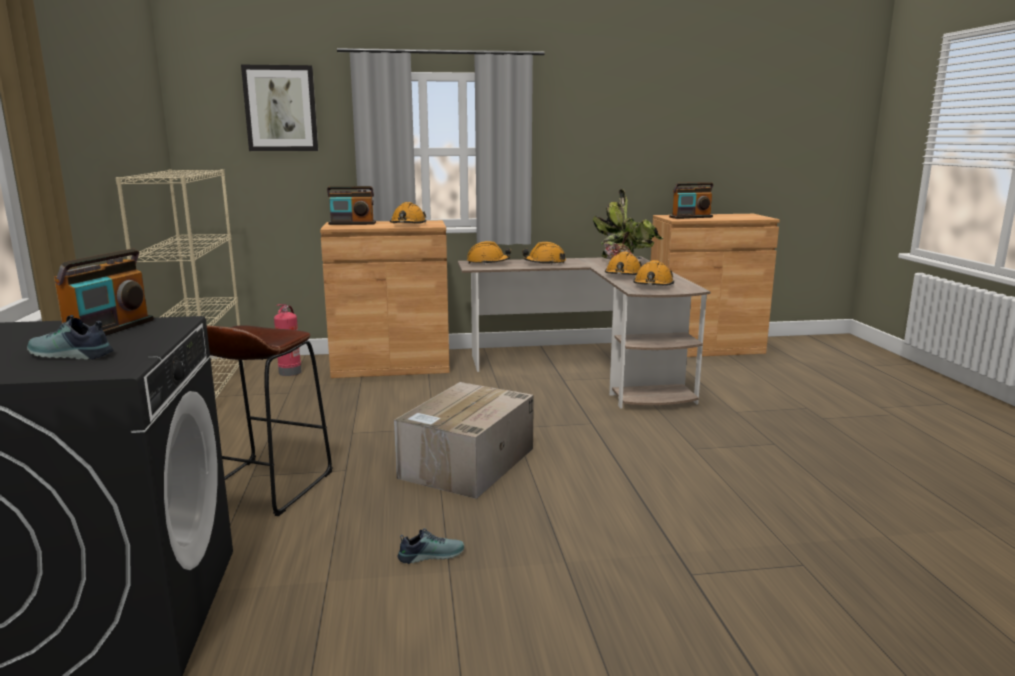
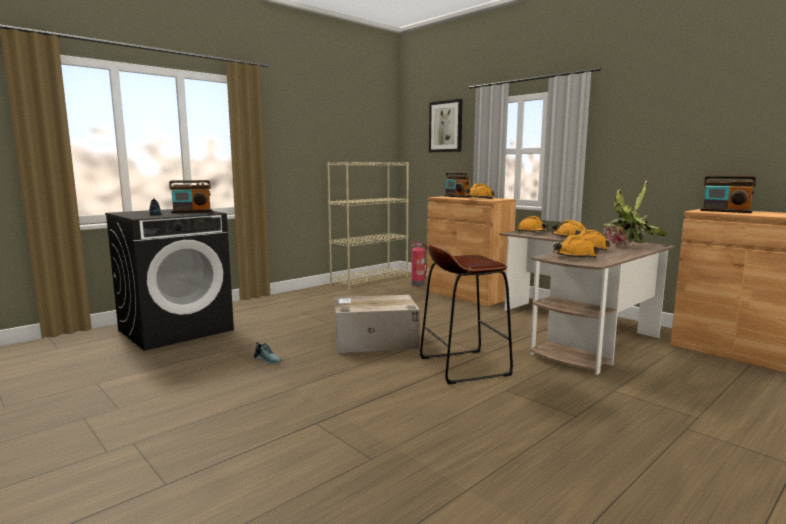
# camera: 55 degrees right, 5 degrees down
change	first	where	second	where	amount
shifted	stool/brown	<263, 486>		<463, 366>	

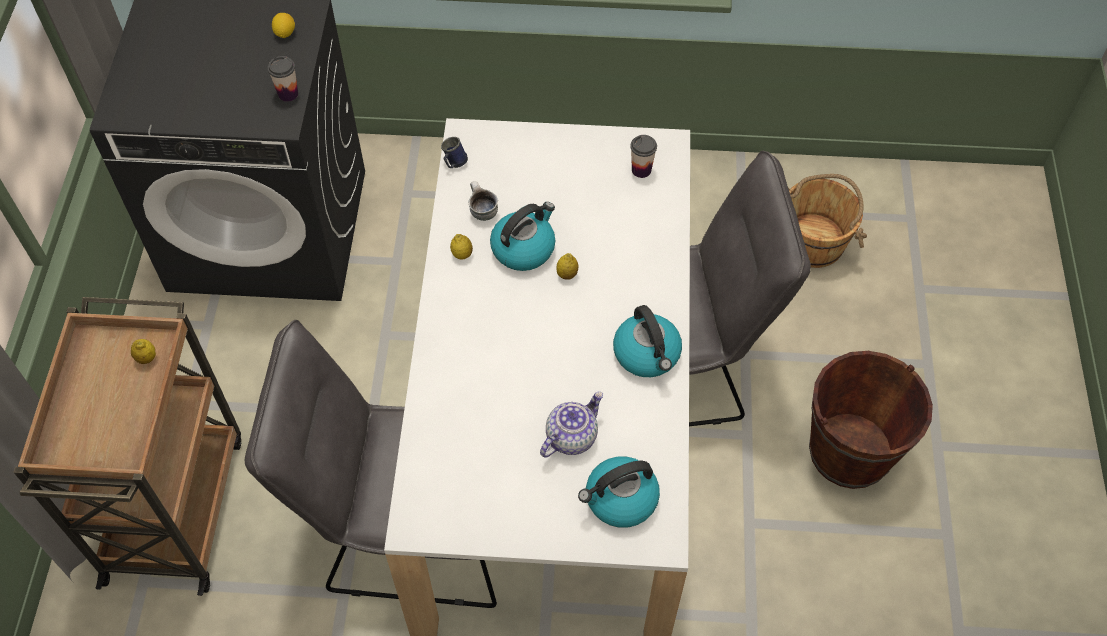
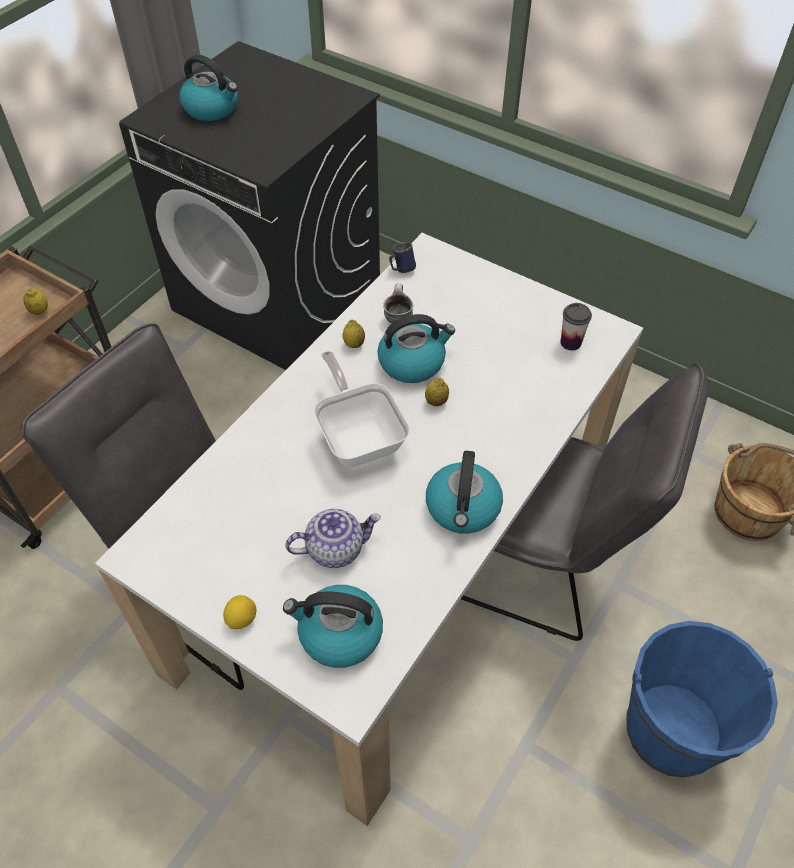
# camera: 30 degrees right, 5 degrees down
change	first	where	second	where	amount
new			kettle	<212, 108>	
shifted	lemon	<285, 33>		<241, 619>	
new			frying pan	<359, 436>	
repainted	bucket/brown	<849, 452>	bucket/blue	<672, 731>	
gone	cup	<288, 94>			

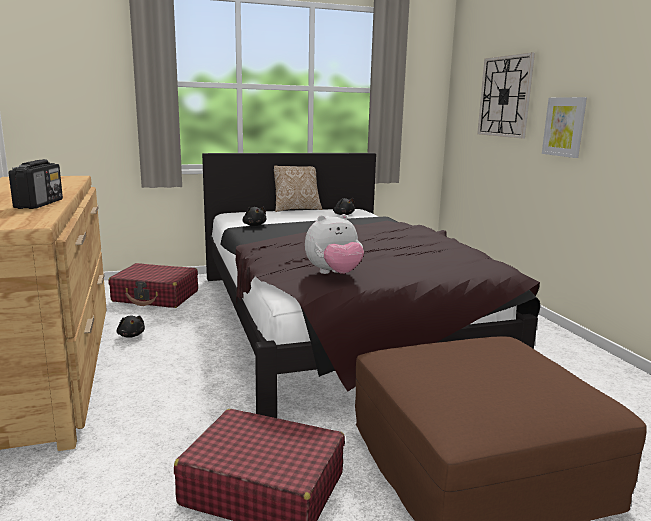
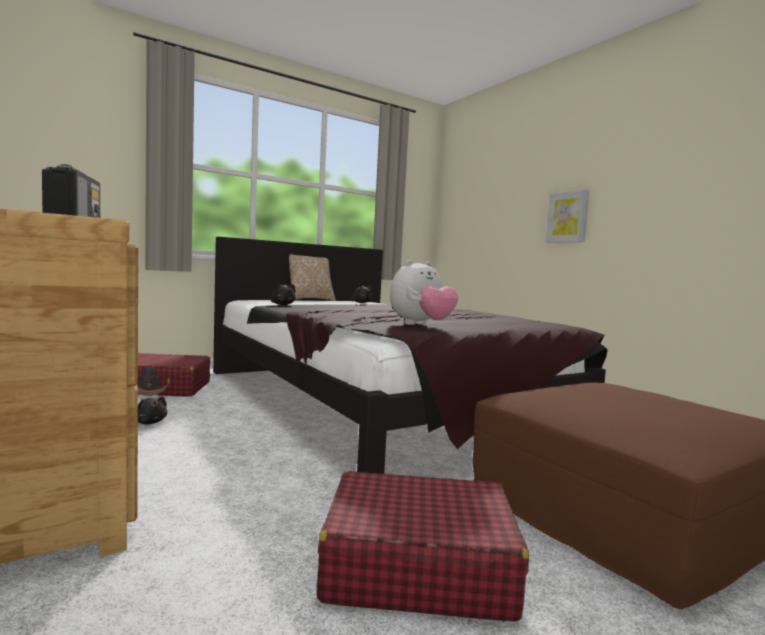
# camera: 15 degrees left, 10 degrees down
change	first	where	second	where	amount
gone	wall clock	<505, 96>			

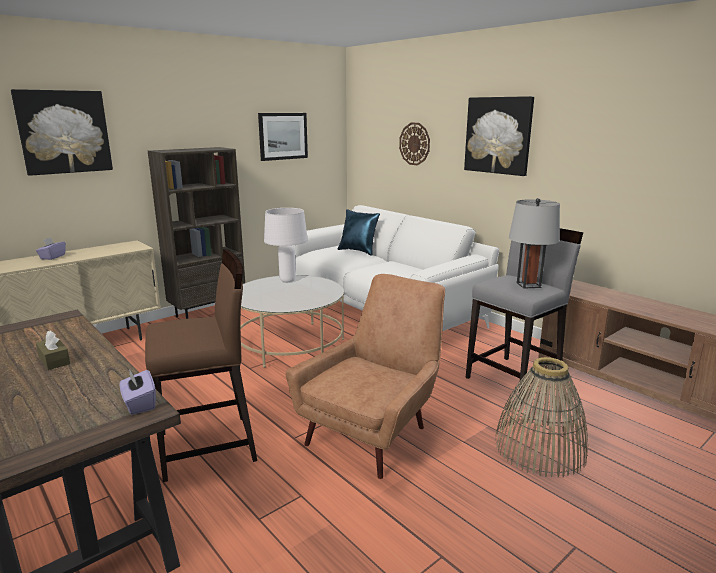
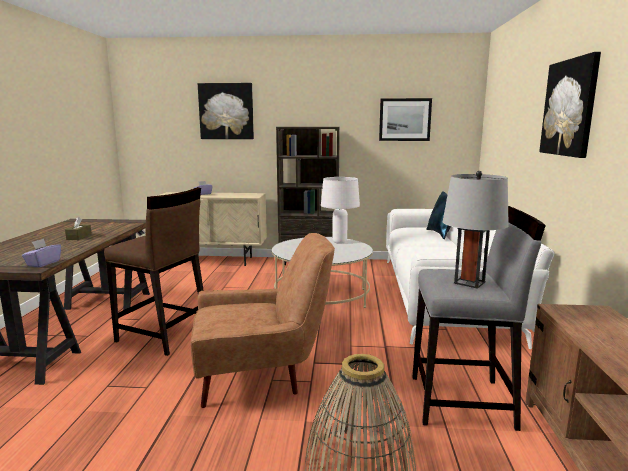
# camera: 45 degrees right, 5 degrees down
change	first	where	second	where	amount
gone	wall clock	<414, 144>			

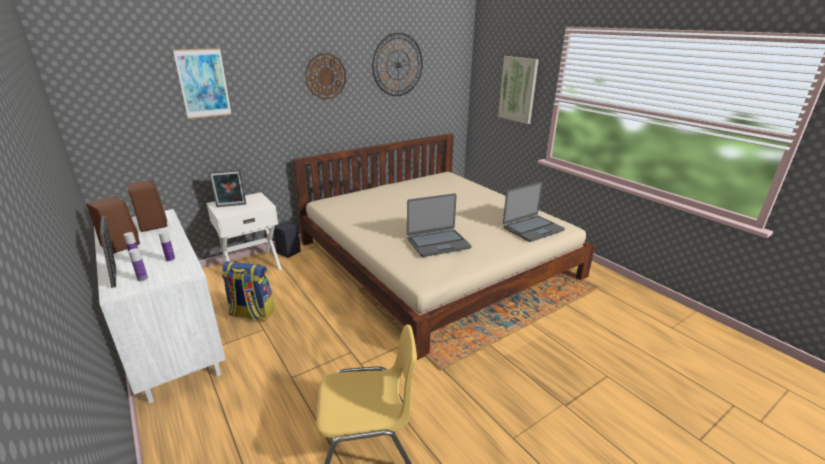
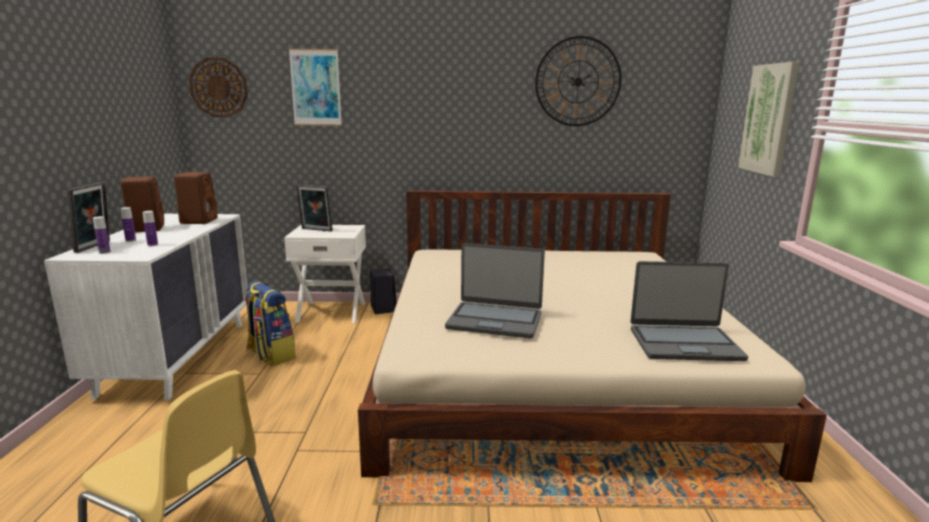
# camera: 35 degrees right, 10 degrees down
change	first	where	second	where	amount
shifted	wall clock	<325, 76>		<219, 87>	

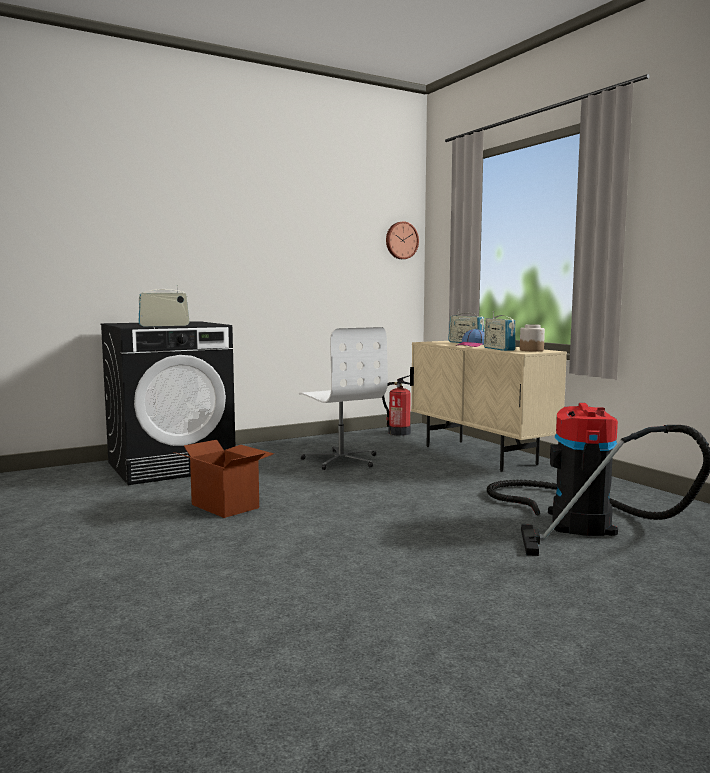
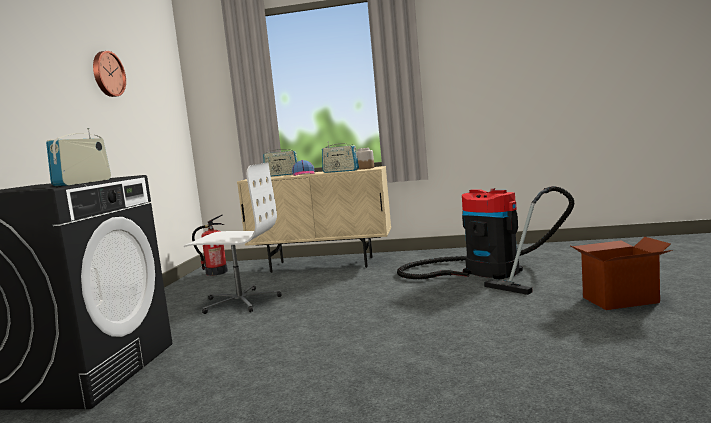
# camera: 50 degrees left, 0 degrees up
change	first	where	second	where	amount
shifted	wall clock	<401, 240>		<107, 74>	
shifted	cardboard box	<226, 506>		<619, 300>	

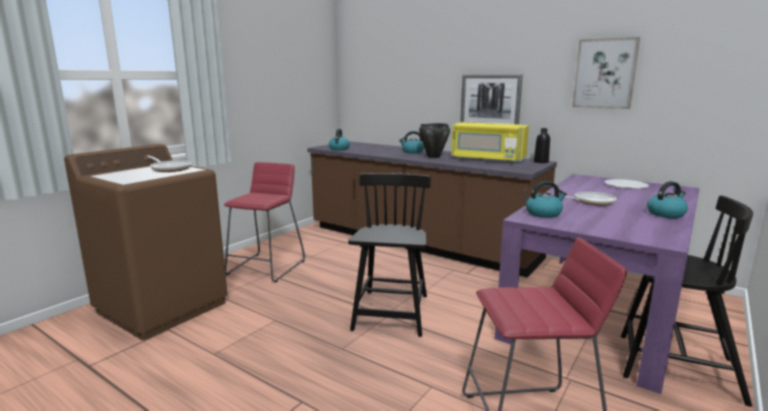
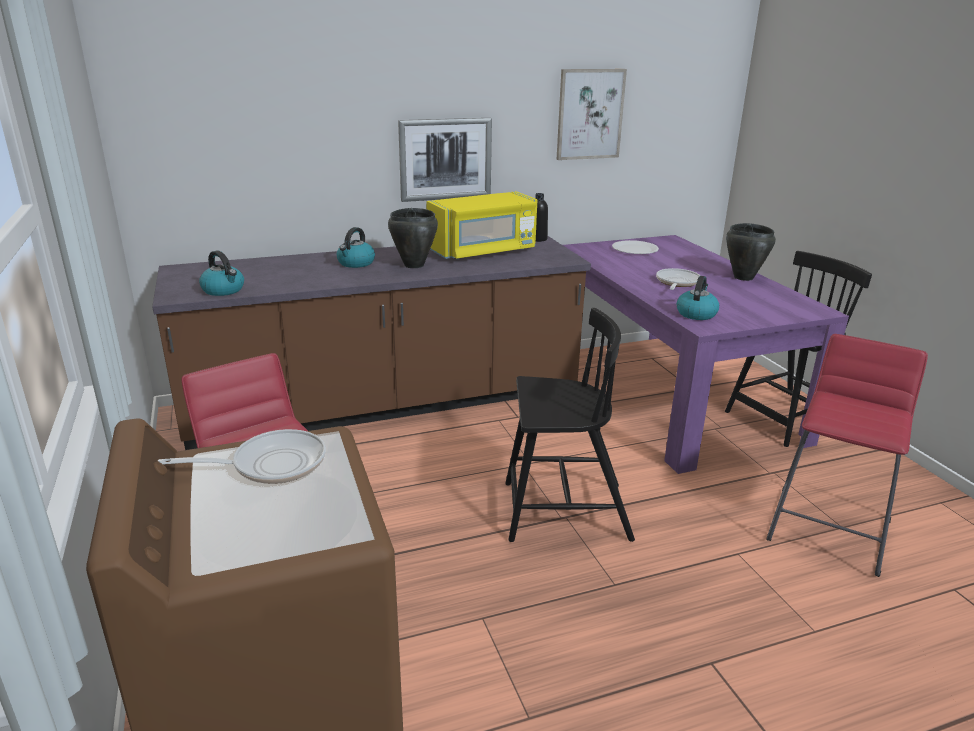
# camera: 55 degrees left, 10 degrees up
change	first	where	second	where	amount
rotated	chair/black	<391, 313>		<563, 511>	135 degrees clockwise
swapped	kettle	<666, 214>	cooking pot/black	<743, 277>	

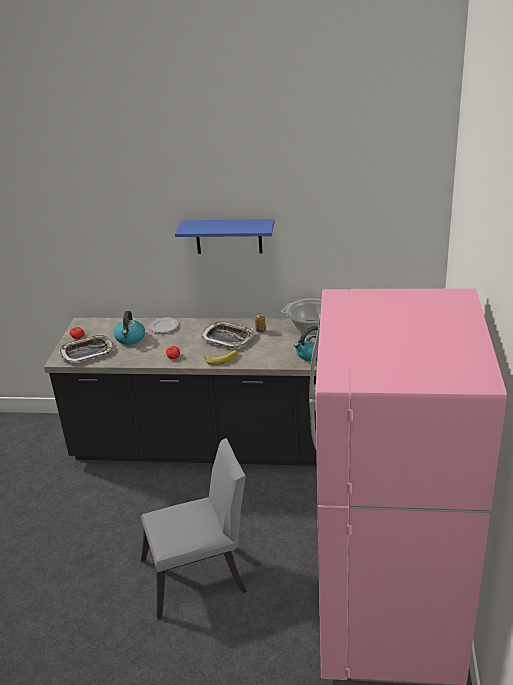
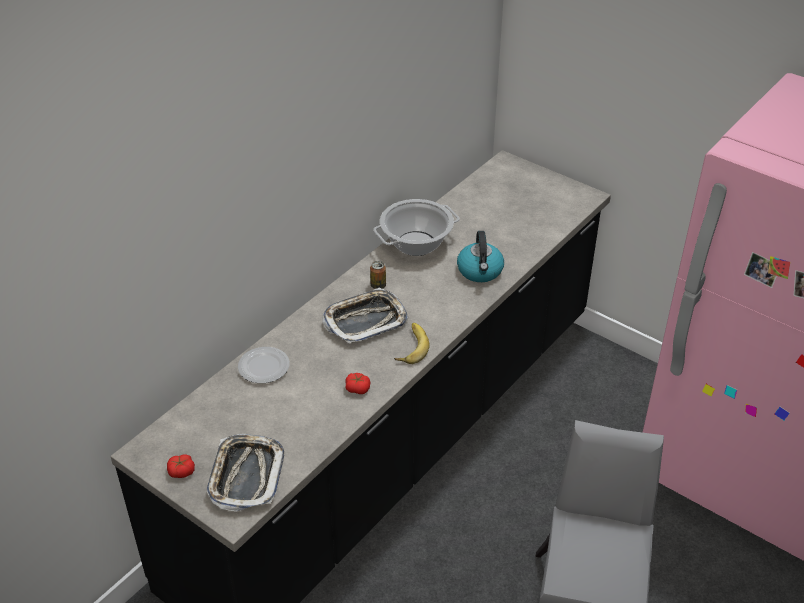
# camera: 60 degrees left, 10 degrees up
change	first	where	second	where	amount
gone	kettle	<130, 338>			
gone	shelf/blue	<228, 236>			

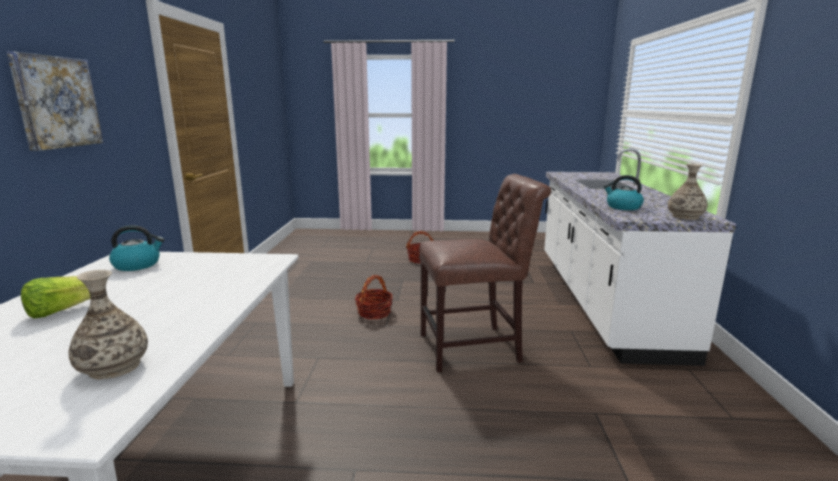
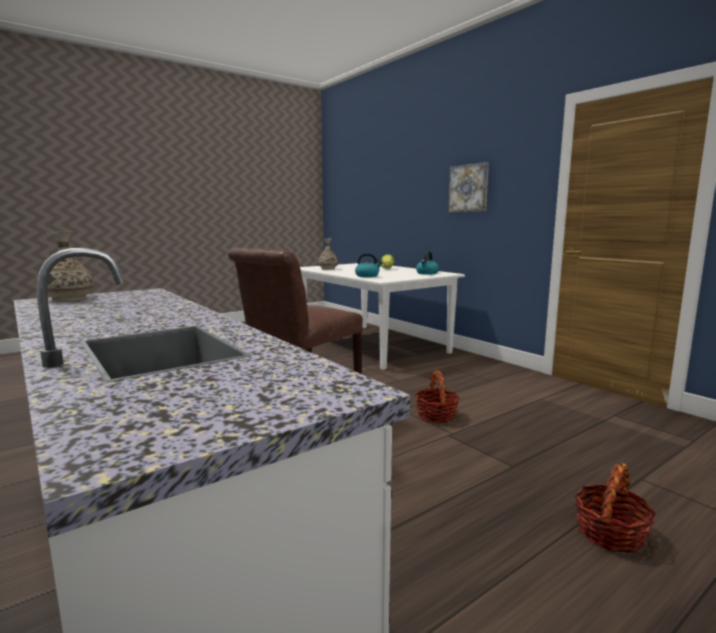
# camera: 140 degrees right, 5 degrees down
change	first	where	second	where	amount
shifted	kettle	<623, 207>		<367, 276>	

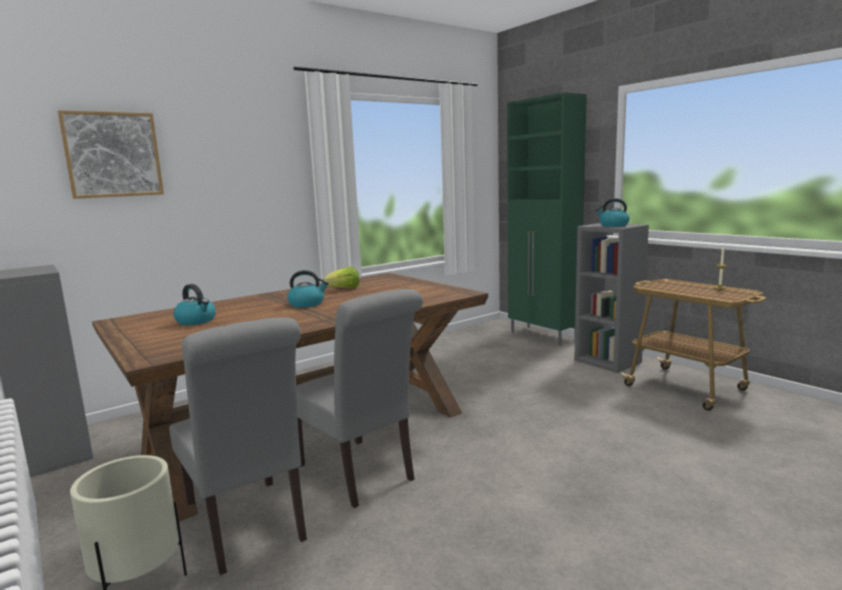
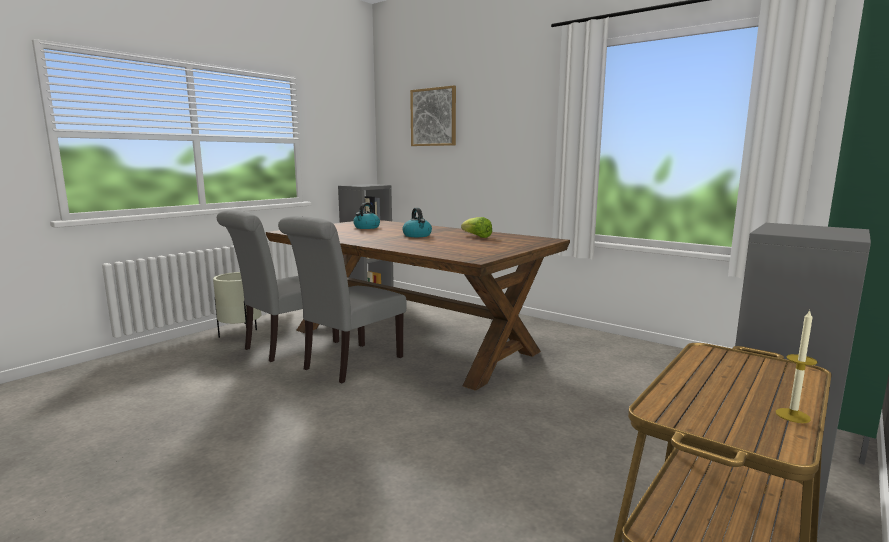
# camera: 75 degrees right, 0 degrees up
change	first	where	second	where	amount
gone	kettle	<613, 225>			

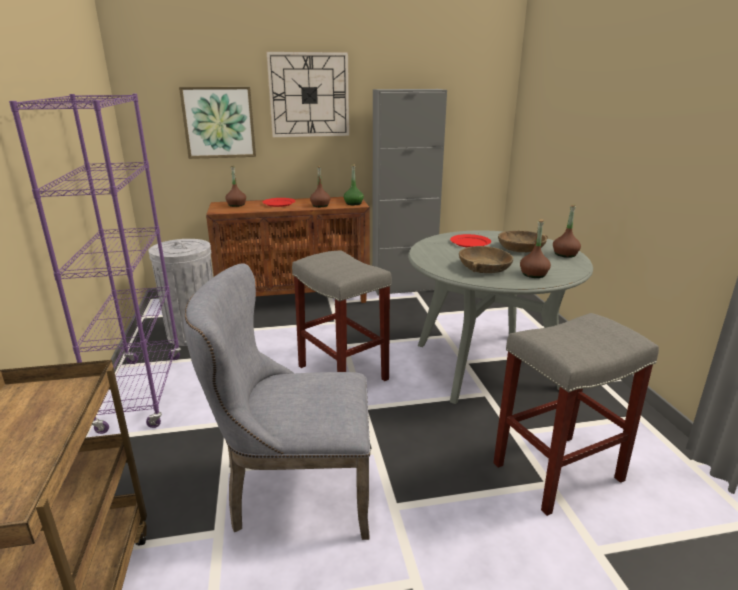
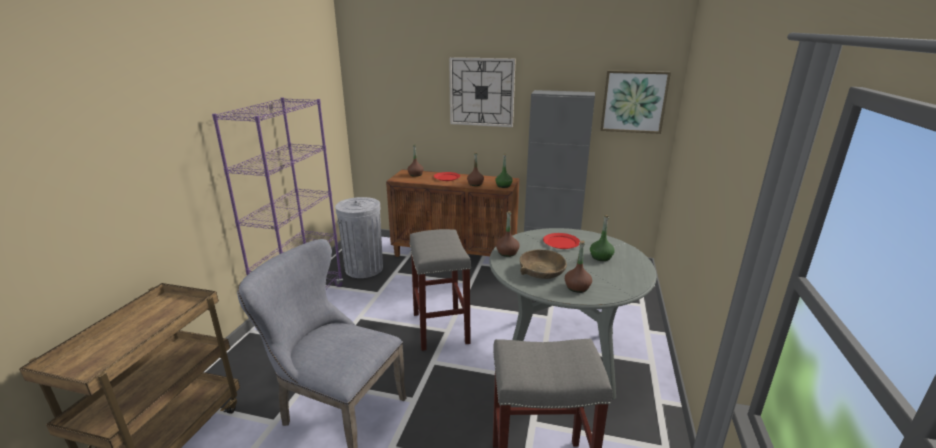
# camera: 25 degrees right, 0 degrees up
change	first	where	second	where	amount
shifted	bottle/brown	<565, 254>		<507, 253>	
swapped	bowl/brown	<521, 248>	bottle/green	<601, 257>	
shifted	picture	<219, 122>		<633, 102>	

